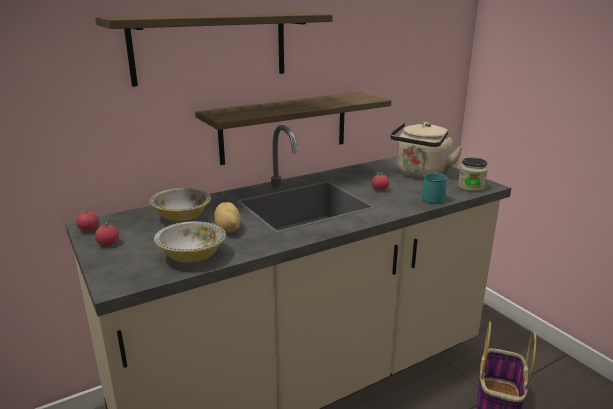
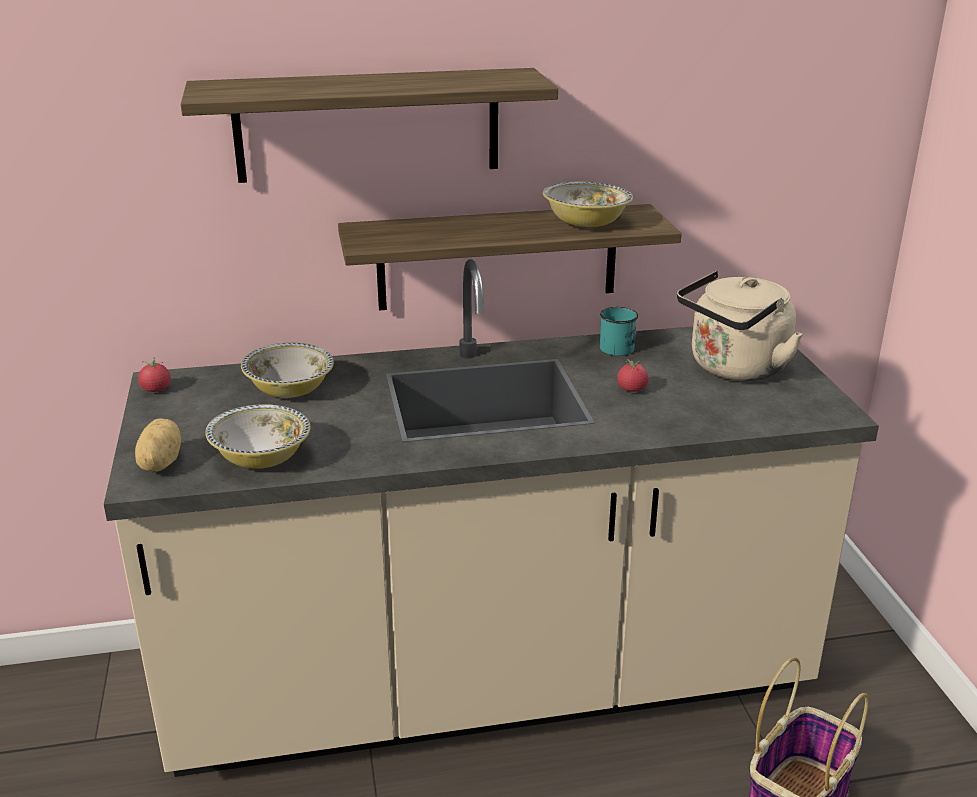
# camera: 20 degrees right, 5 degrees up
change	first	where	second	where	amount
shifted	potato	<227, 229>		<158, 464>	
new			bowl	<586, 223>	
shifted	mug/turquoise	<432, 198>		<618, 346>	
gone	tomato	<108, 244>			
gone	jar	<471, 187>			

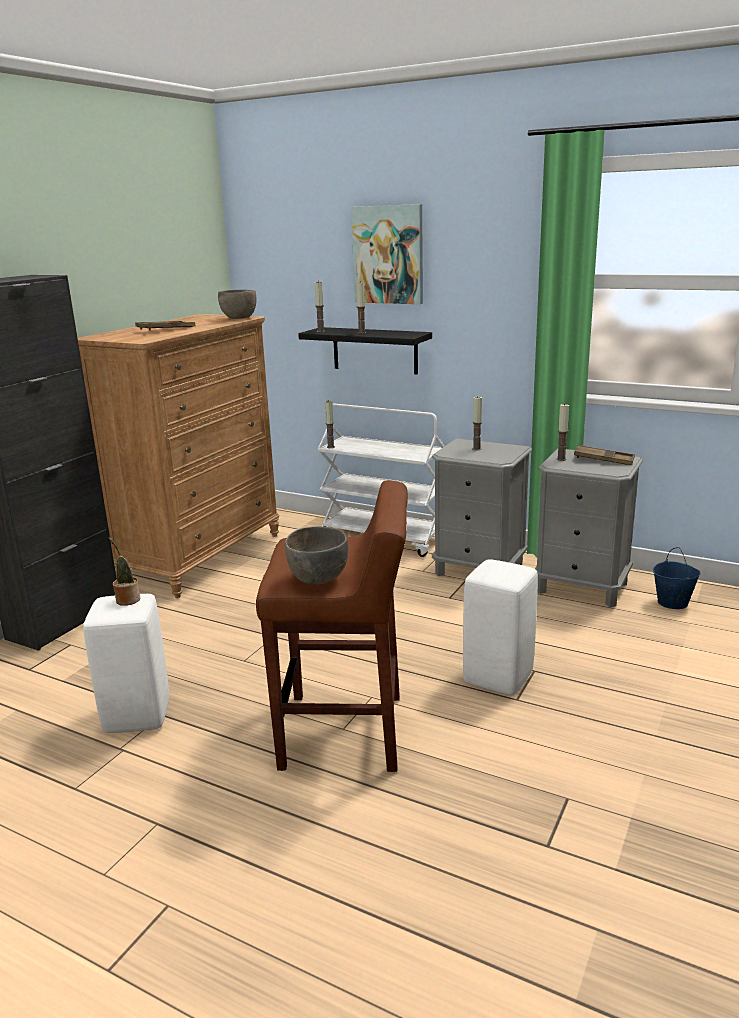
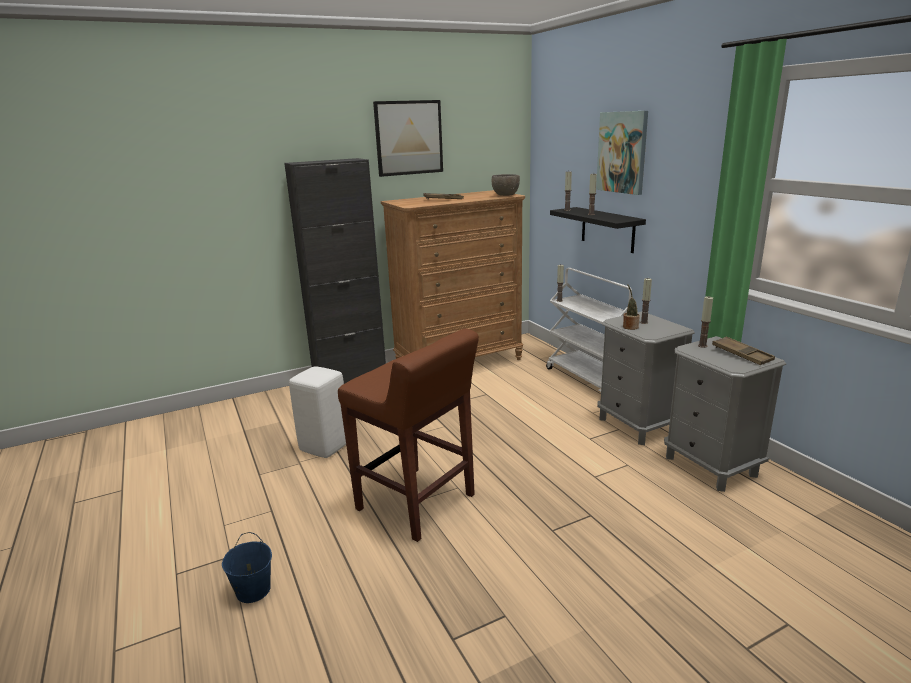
# camera: 35 degrees right, 0 degrees up
change	first	where	second	where	amount
shifted	bucket/blue	<672, 602>		<253, 590>	
new			picture	<409, 138>	
shifted	potted plant	<127, 599>		<630, 326>	
gone	bowl/grey	<318, 578>			
gone	stool/white	<497, 677>			

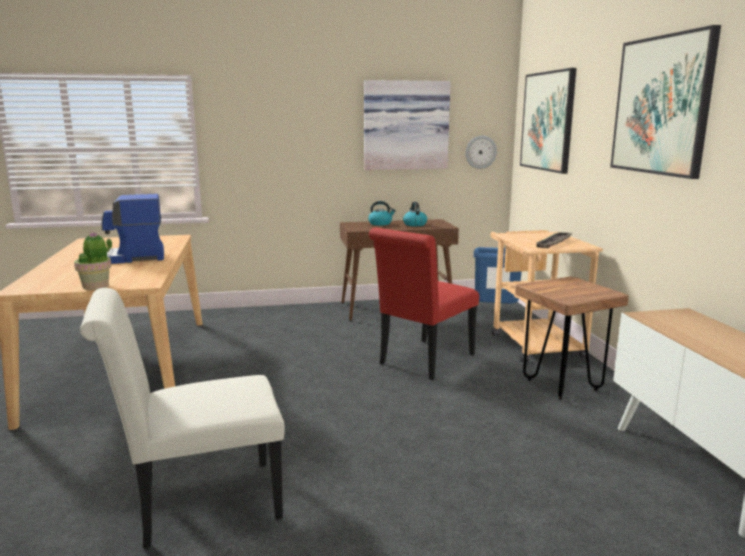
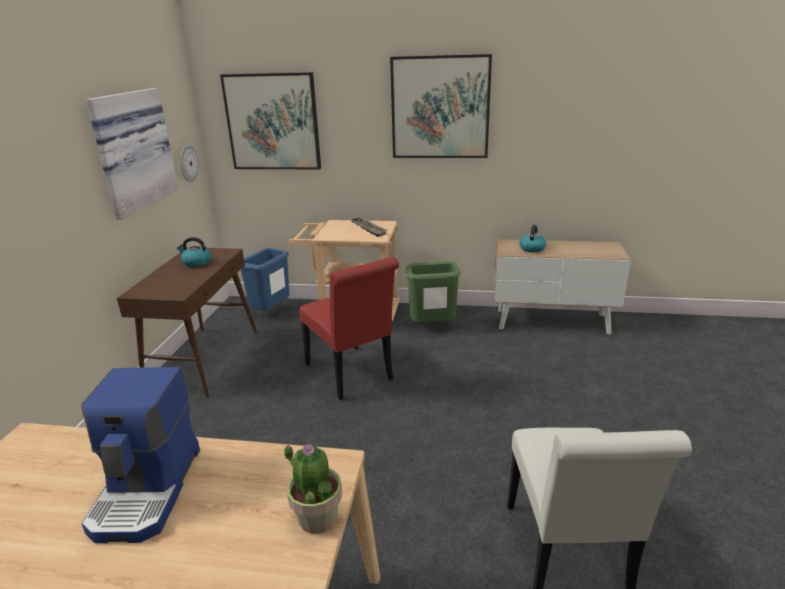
# camera: 70 degrees left, 10 degrees up
change	first	where	second	where	amount
swapped	stool/brown	<561, 385>	trash can/green	<432, 328>	
shifted	kettle	<380, 223>		<532, 248>	

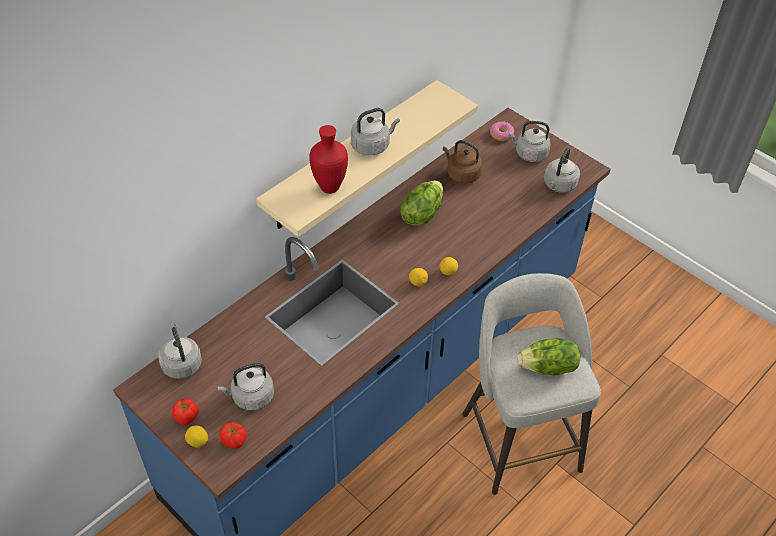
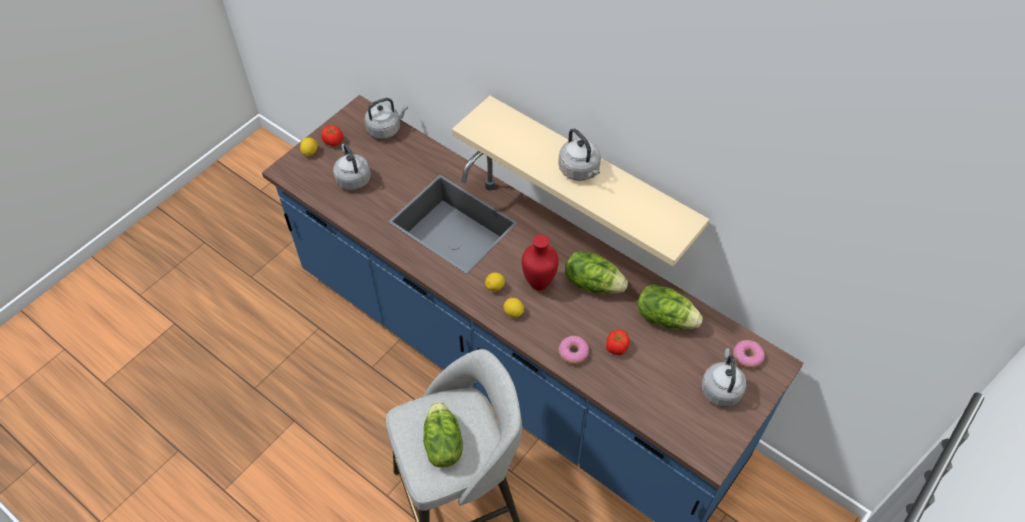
# camera: 85 degrees right, 5 degrees up
change	first	where	second	where	amount
shifted	vase/red	<329, 187>		<540, 283>	
new			donut	<573, 353>	
shifted	tomato	<234, 441>		<616, 347>	
swapped	kettle/brown	<461, 174>	lettuce	<665, 317>	
gone	kettle/grey	<559, 185>			

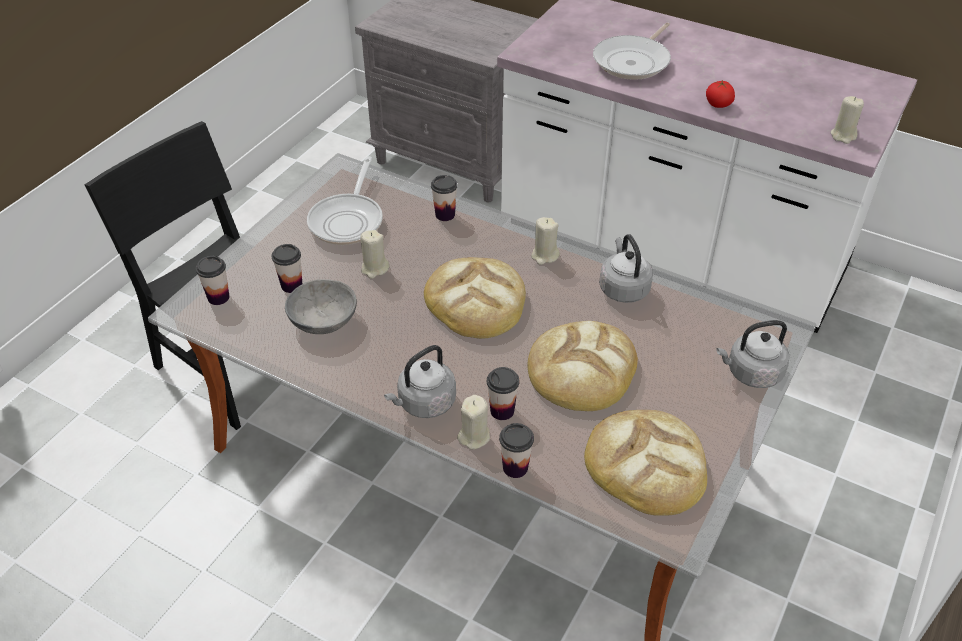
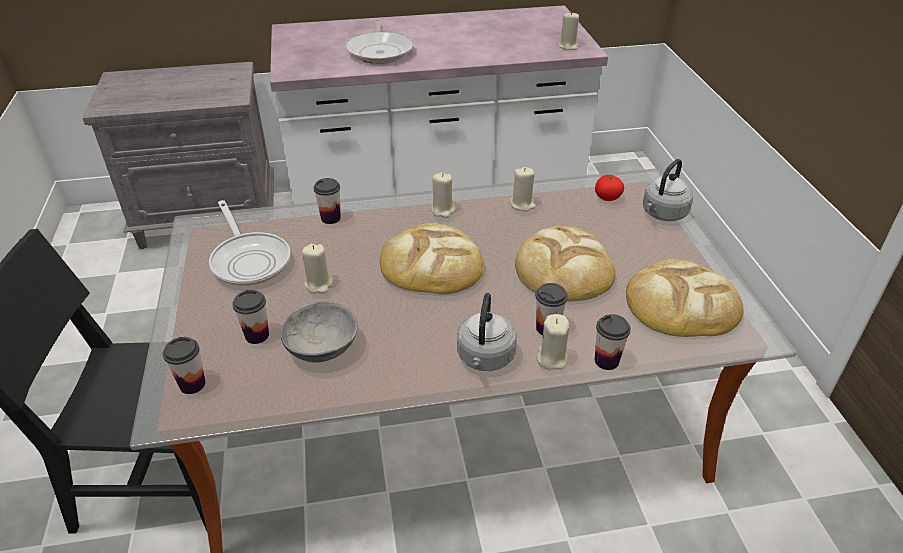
# camera: 40 degrees left, 5 degrees down
change	first	where	second	where	amount
swapped	kettle/grey	<623, 288>	candle/beige	<522, 204>	
shifted	tomato	<718, 104>		<607, 197>	

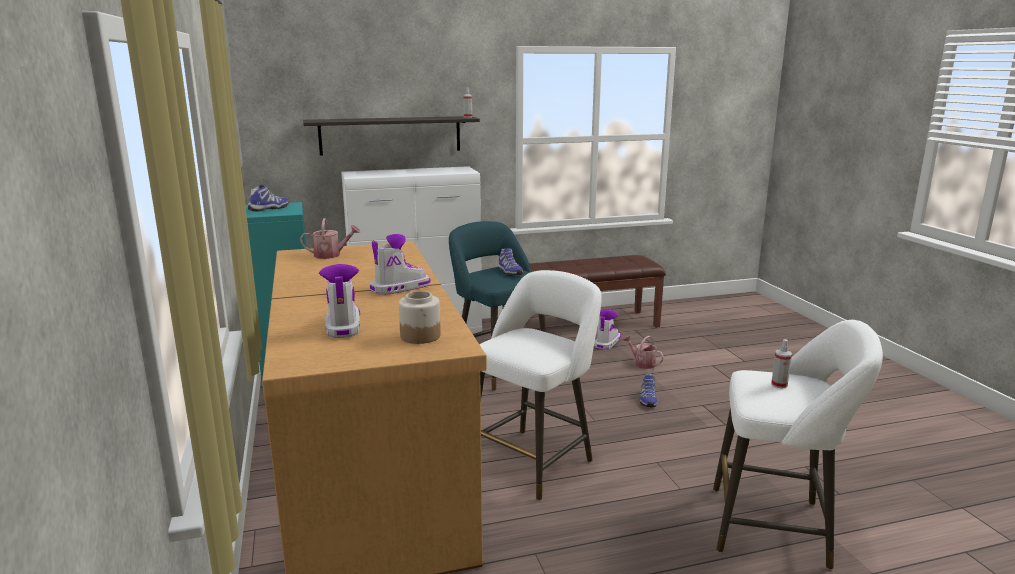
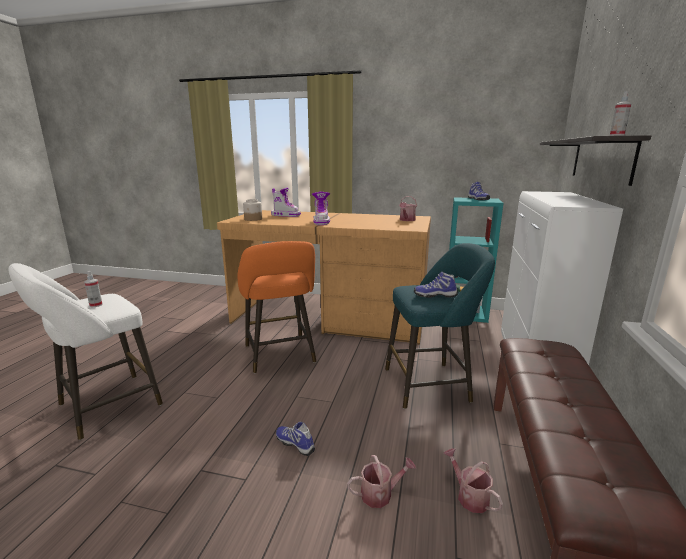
# camera: 120 degrees right, 0 degrees up
change	first	where	second	where	amount
repainted	stool/white	<534, 460>	stool/orange	<280, 356>	
swapped	boot	<606, 343>	watering can	<469, 496>	

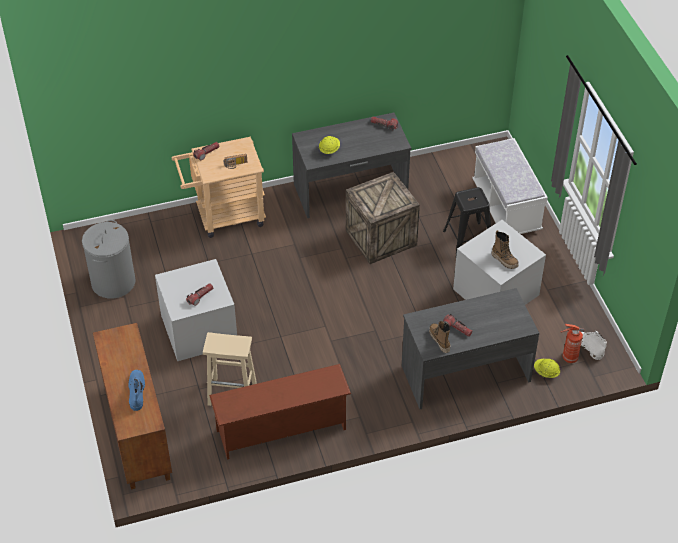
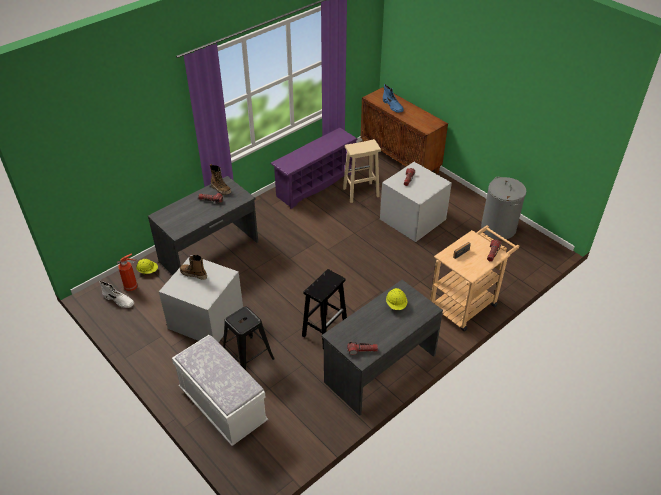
# camera: 155 degrees right, 5 degrees down
change	first	where	second	where	amount
repainted	shoe rack/brown	<282, 431>	shoe rack/purple	<315, 184>	
swapped	crate	<381, 238>	stool/black	<325, 331>	

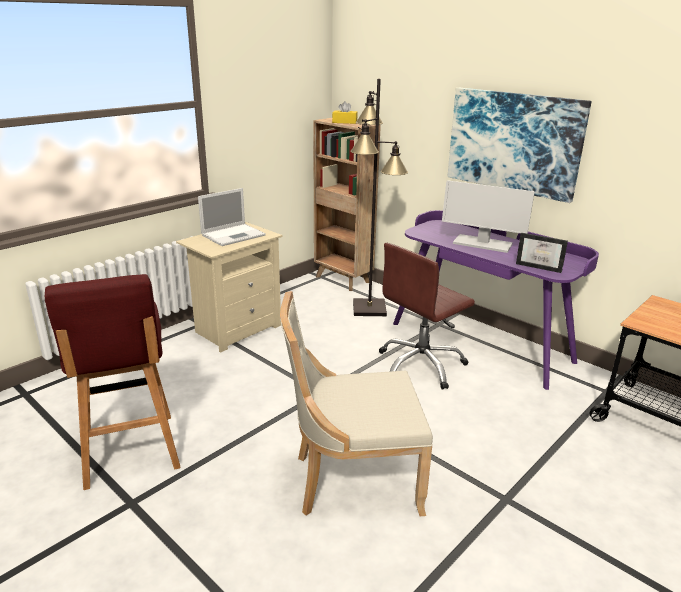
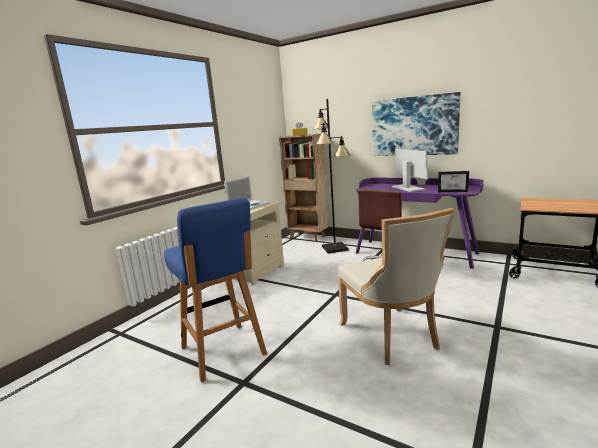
# camera: 10 degrees left, 10 degrees down
change	first	where	second	where	amount
repainted	stool/red	<130, 452>	stool/blue	<223, 352>	
rotated	chair/beige	<351, 481>		<392, 337>	90 degrees counterclockwise
rotated	monitor	<481, 244>		<408, 188>	120 degrees counterclockwise

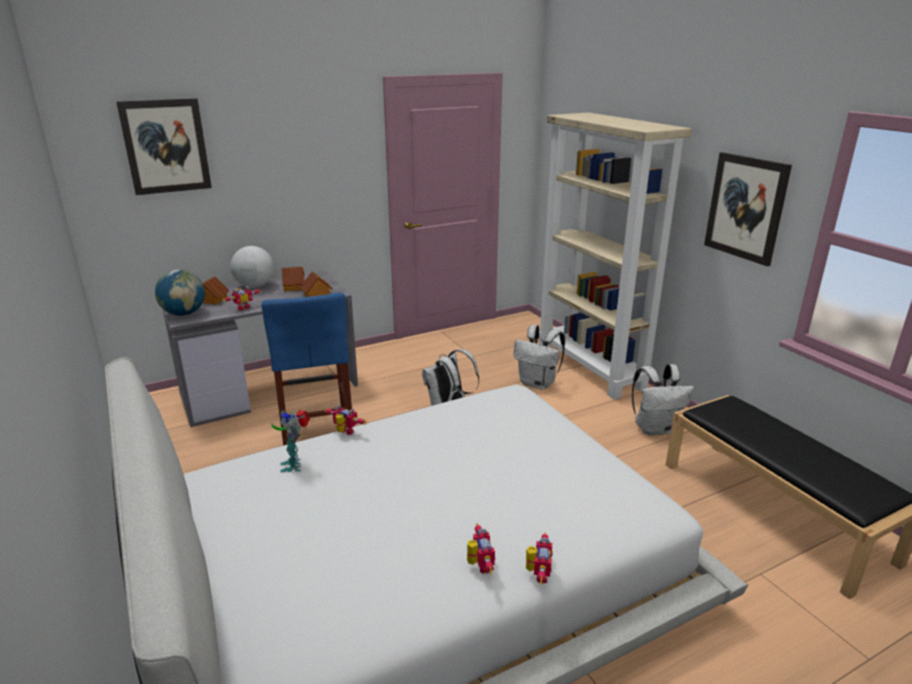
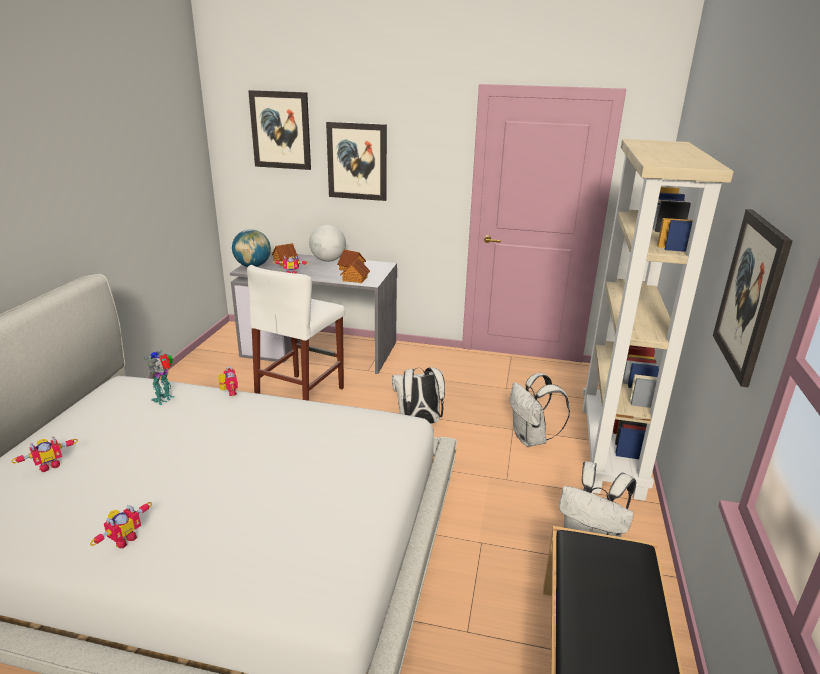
# camera: 40 degrees right, 0 degrees up
change	first	where	second	where	amount
shifted	toy robot	<537, 575>		<49, 465>	
repainted	stool/blue	<317, 432>	stool/white	<301, 396>	
new			picture	<357, 161>	

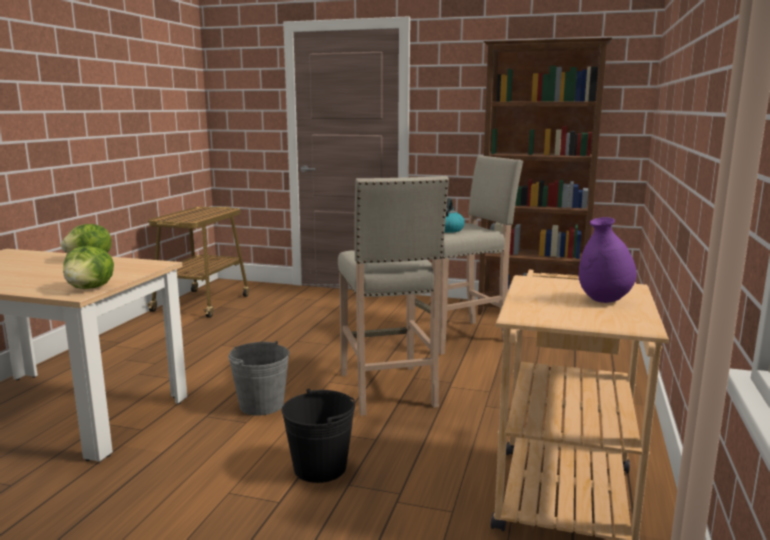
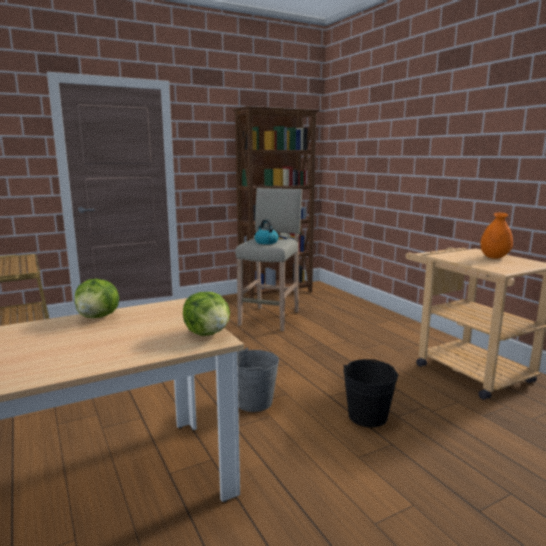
# camera: 45 degrees left, 0 degrees up
change	first	where	second	where	amount
repainted	vase/purple	<604, 300>	vase/orange	<494, 257>	
gone	stool/beige	<388, 391>			

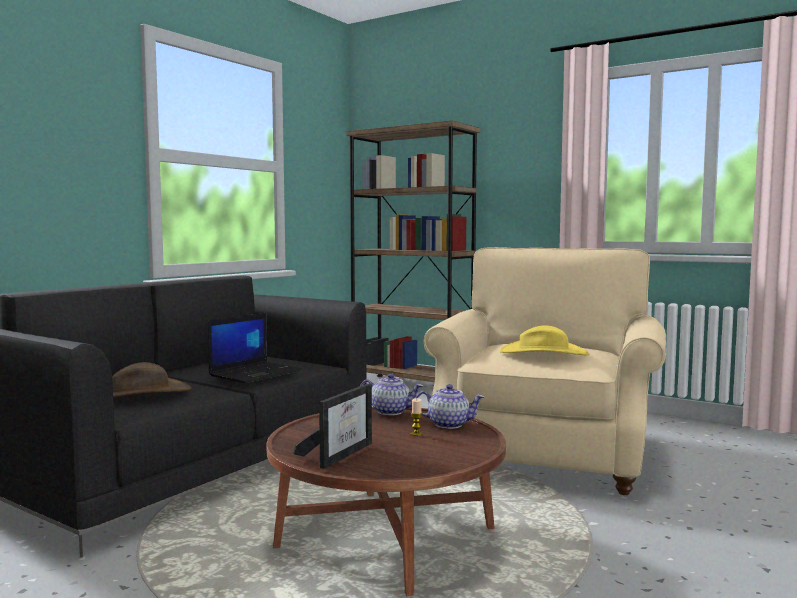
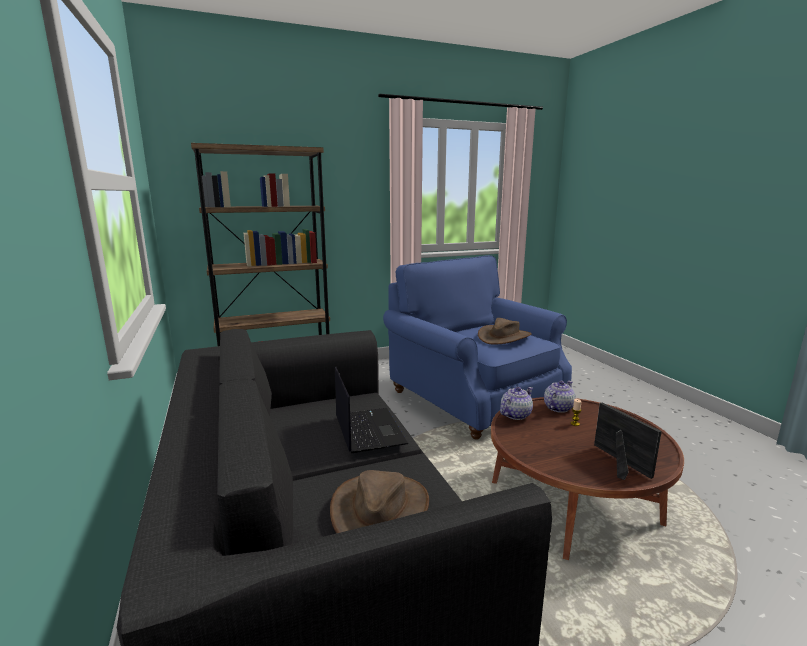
# camera: 55 degrees left, 10 degrees up
change	first	where	second	where	amount
repainted	armchair/beige	<546, 453>	armchair/blue	<472, 399>	
repainted	hat/yellow	<544, 353>	hat/brown	<504, 337>	

